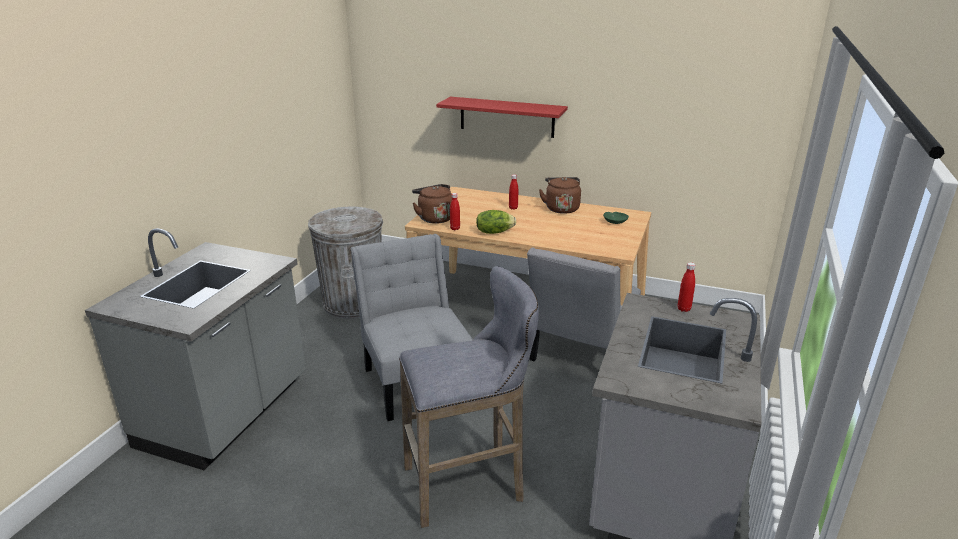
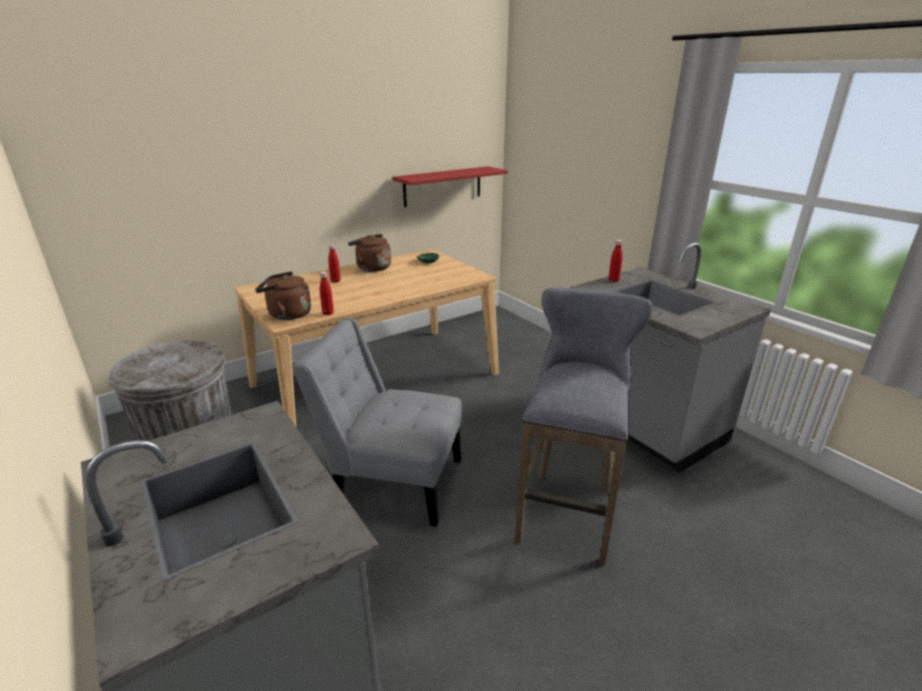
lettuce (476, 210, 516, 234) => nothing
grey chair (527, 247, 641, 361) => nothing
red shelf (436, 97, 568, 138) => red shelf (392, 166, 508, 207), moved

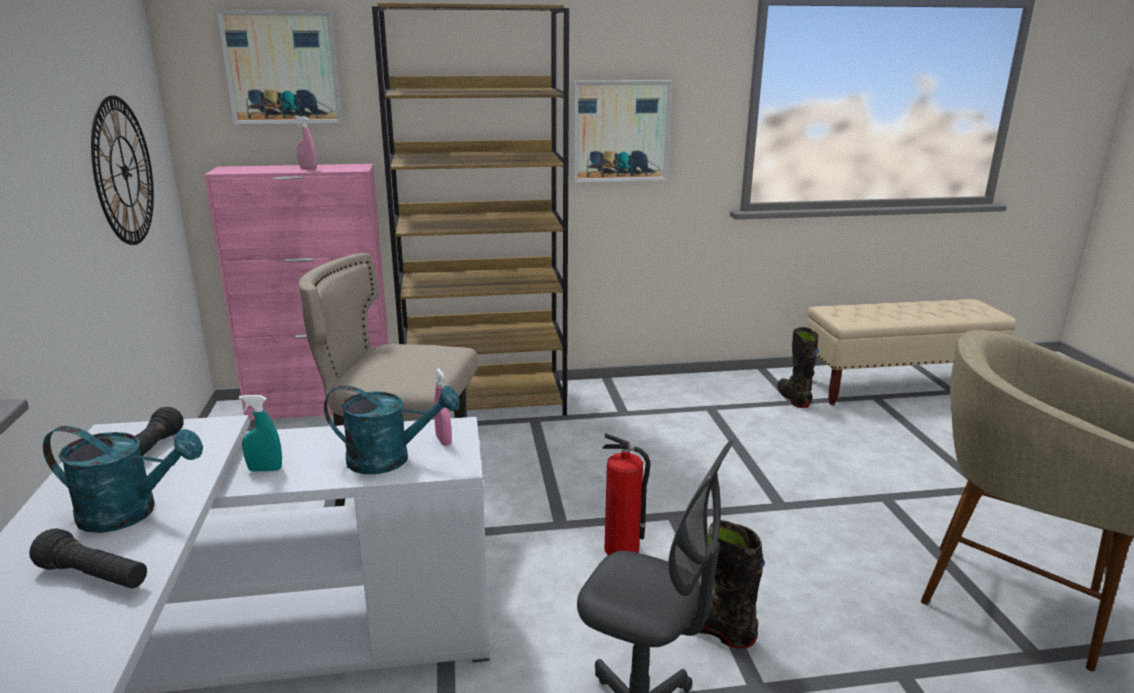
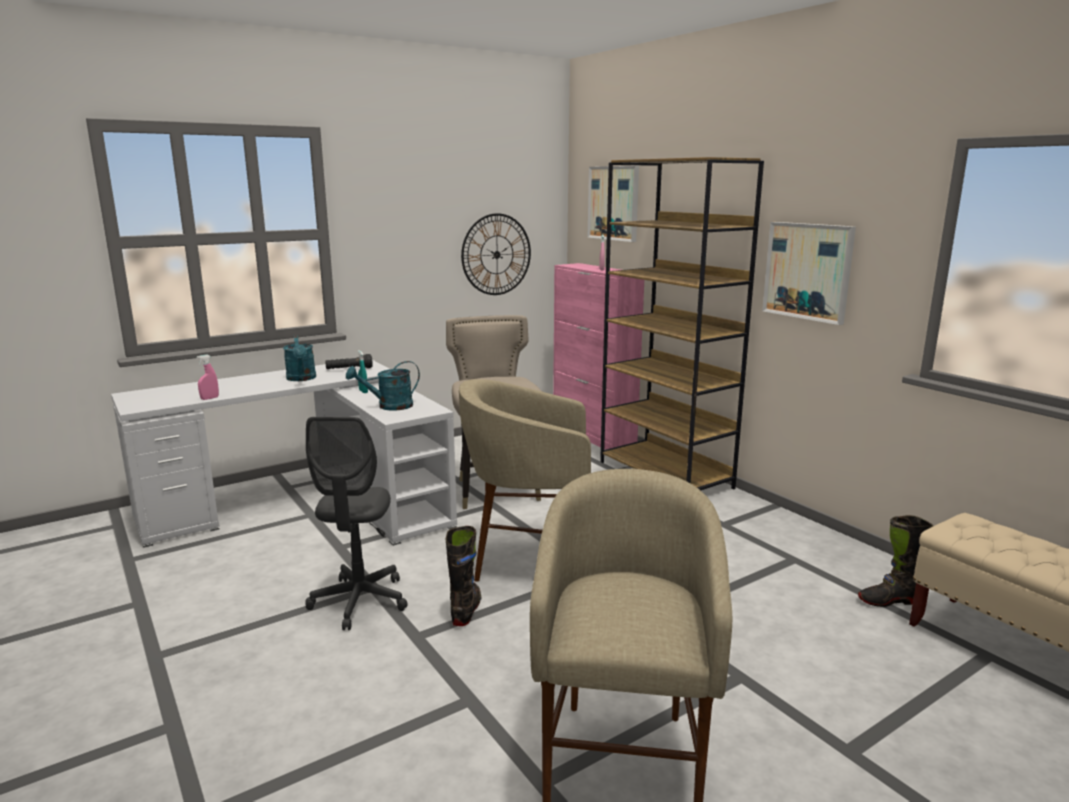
black flashlight (29, 528, 147, 588) => nothing
pink spray bottle (434, 368, 452, 446) => pink spray bottle (196, 355, 219, 400), moved
fire extinguisher (602, 433, 651, 555) => beige stool (459, 379, 591, 582)
turquoise watering can (324, 385, 460, 474) => turquoise watering can (346, 361, 420, 411), 90 degrees clockwise
black boot (777, 327, 819, 408) => black boot (858, 515, 933, 607), 150 degrees counterclockwise

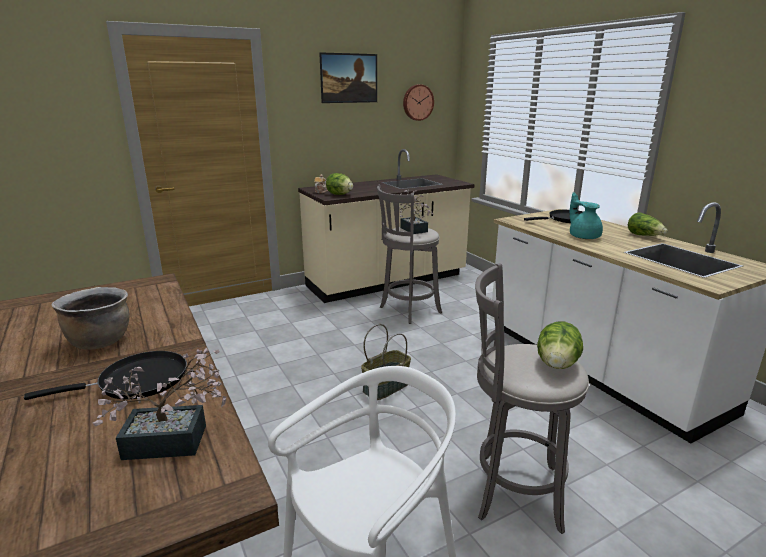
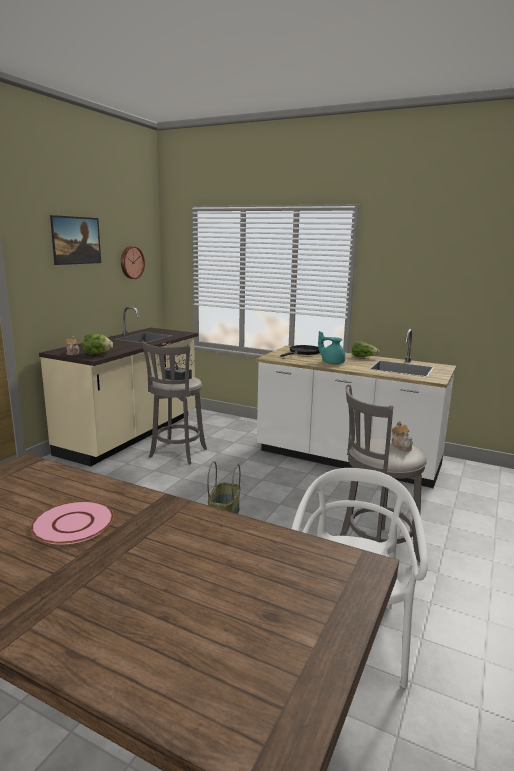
black frying pan (24, 351, 187, 400) => nothing
potted plant (92, 348, 226, 460) => nothing
brown cooking pot (52, 287, 130, 350) => pink plate (31, 501, 114, 545)
lettuce (537, 322, 583, 369) => teapot (392, 421, 413, 451)

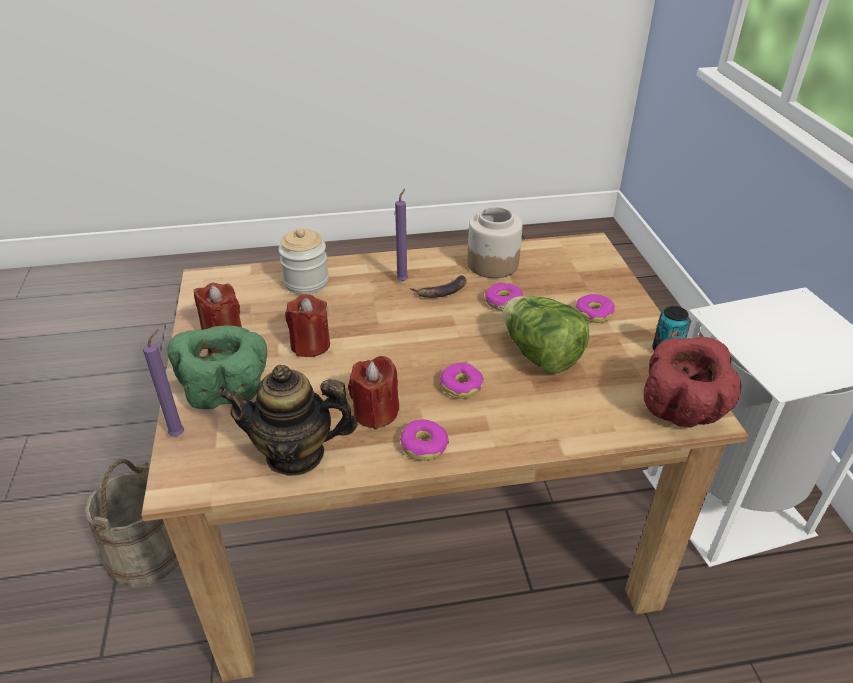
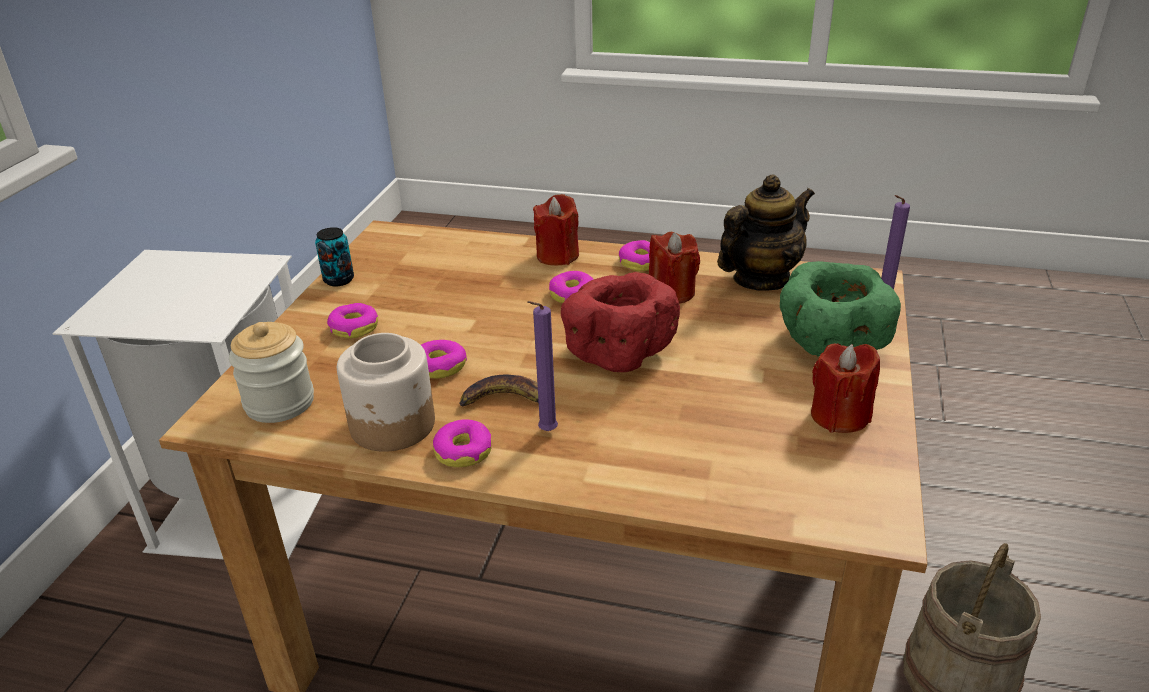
lettuce (502, 296, 589, 374) => nothing
nothing => donut (433, 419, 492, 467)
jar (278, 228, 329, 294) => jar (229, 322, 314, 423), moved
red candle (285, 294, 330, 357) => red candle (533, 194, 579, 266), moved
red bowl (644, 337, 741, 428) => red bowl (561, 272, 680, 372), moved
teapot (219, 365, 358, 476) => teapot (717, 174, 815, 291), 60 degrees counterclockwise

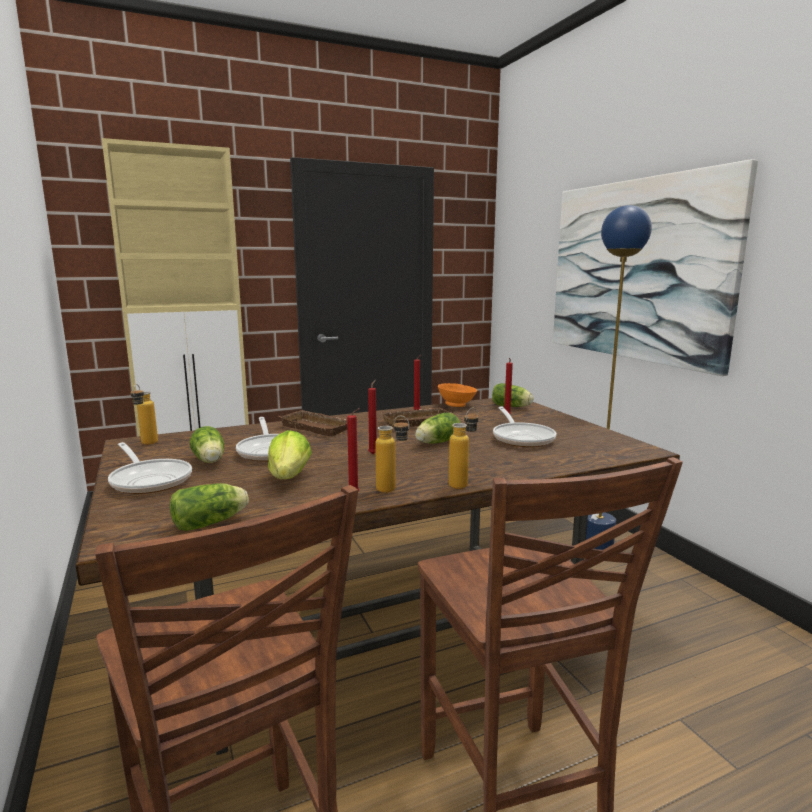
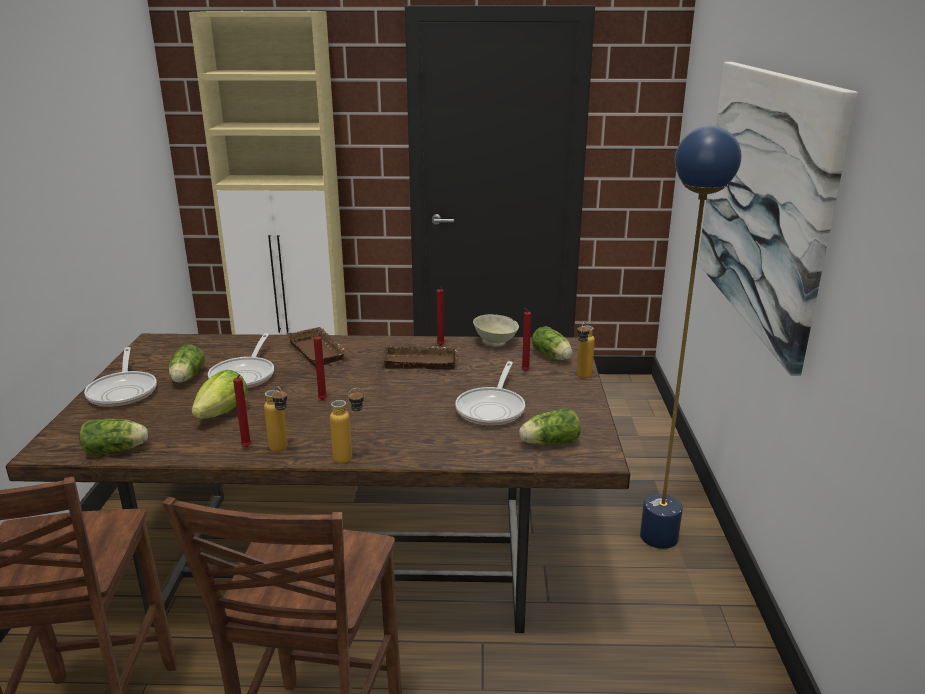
bottle (130, 384, 158, 445) => bottle (576, 321, 595, 378), moved
lettuce (415, 412, 460, 444) => lettuce (519, 409, 581, 445), moved
orange bowl (438, 383, 477, 407) => beige bowl (473, 314, 519, 347)

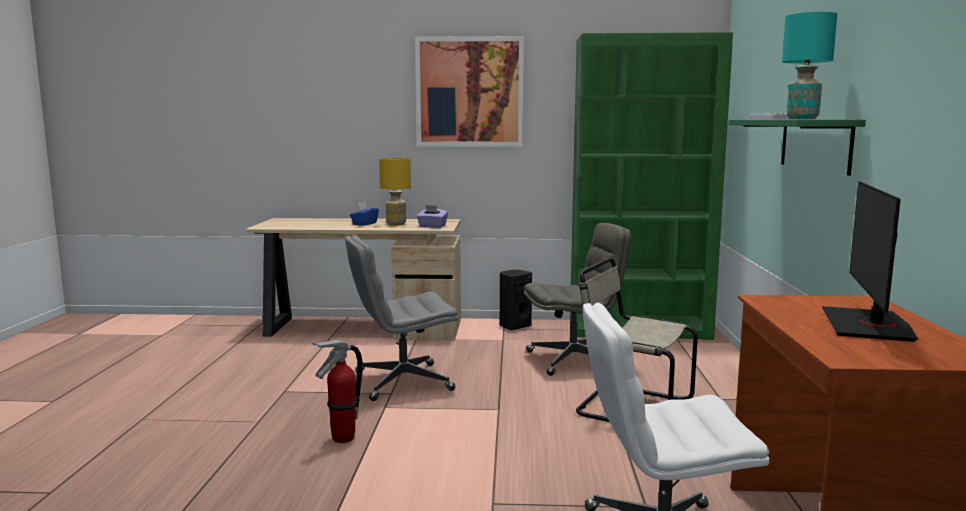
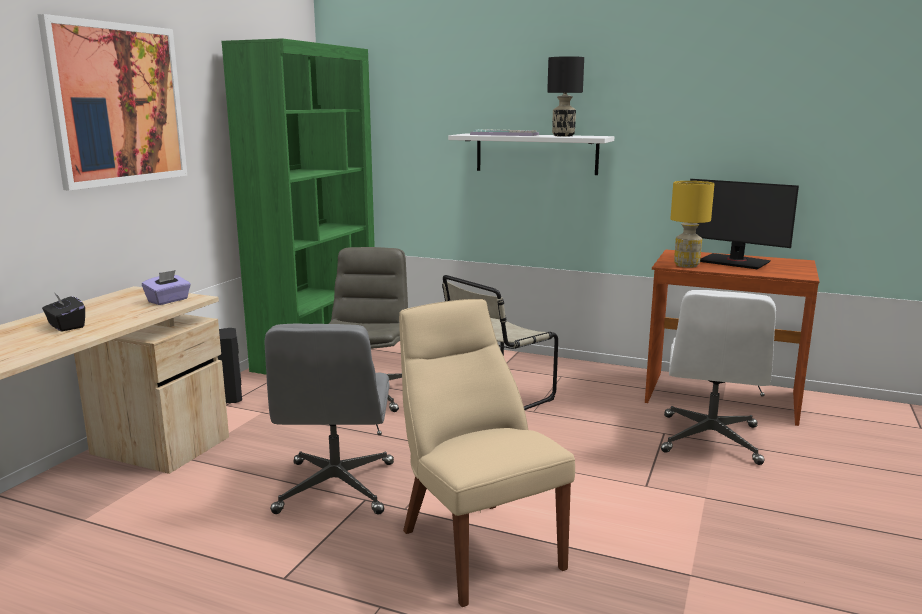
yellow table lamp (379, 158, 411, 226) => yellow table lamp (670, 181, 715, 268), moved
fire extinguisher (312, 340, 363, 443) => beige chair (399, 299, 575, 607)
blue tissue box (350, 202, 379, 226) => black tissue box (42, 291, 85, 331)
green shelf (728, 120, 866, 176) => white shelf (448, 134, 614, 175)
turquoise table lamp (782, 12, 837, 119) => black table lamp (547, 56, 584, 137)

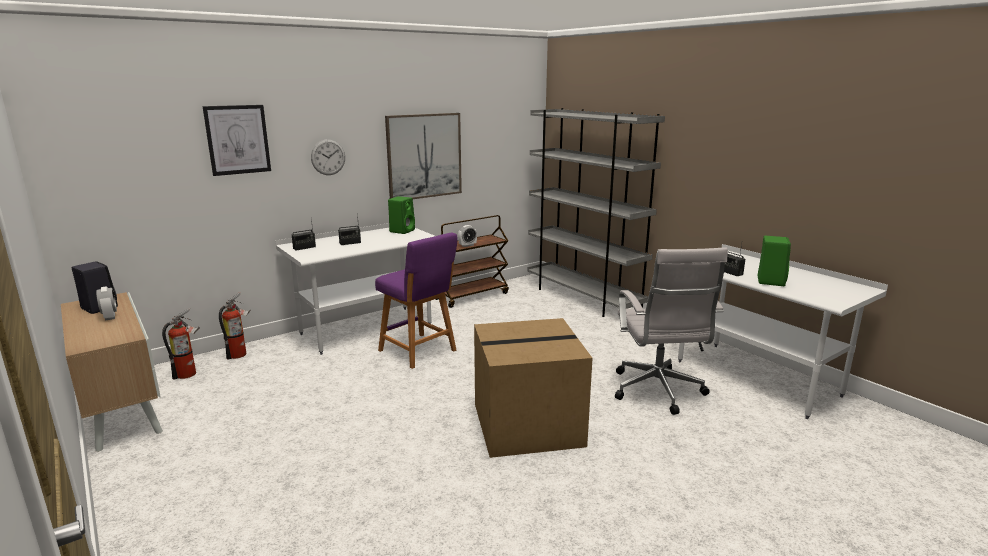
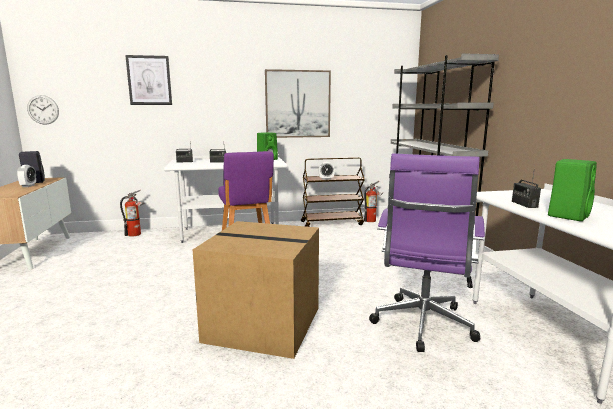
fire extinguisher (162, 308, 200, 380) => fire extinguisher (364, 181, 383, 222), moved
wall clock (311, 139, 345, 175) => wall clock (27, 95, 59, 125), moved
white office chair (615, 248, 728, 415) => purple office chair (369, 153, 485, 352)

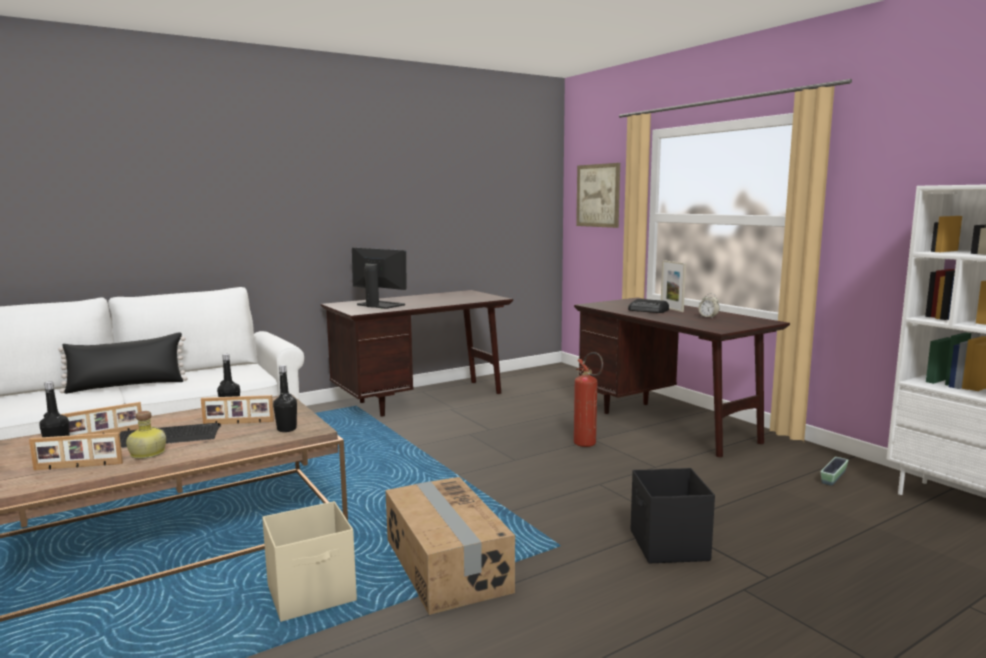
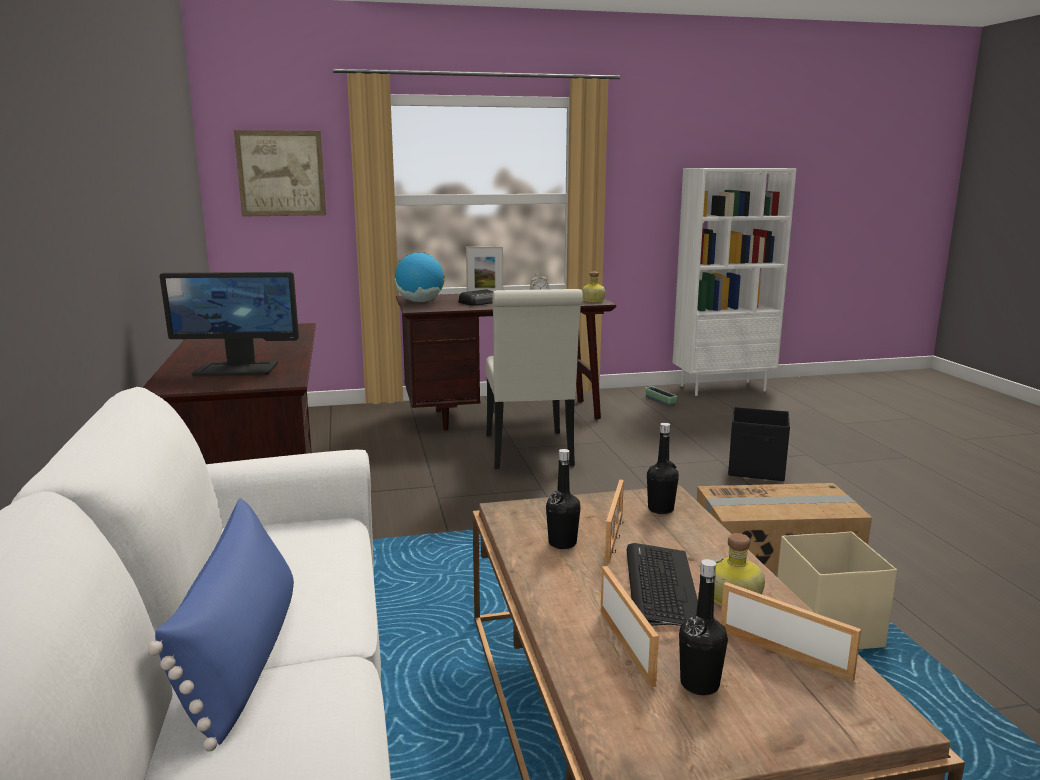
nothing => globe (395, 252, 445, 302)
nothing => bottle (582, 272, 606, 302)
fire extinguisher (574, 352, 603, 447) => white chair (486, 289, 583, 469)
black pillow (58, 332, 188, 394) => blue pillow (148, 498, 294, 752)
picture frame (29, 432, 123, 470) => picture frame (721, 582, 861, 682), 60 degrees counterclockwise
monitor (352, 248, 406, 309) => monitor (160, 272, 299, 376), 150 degrees counterclockwise

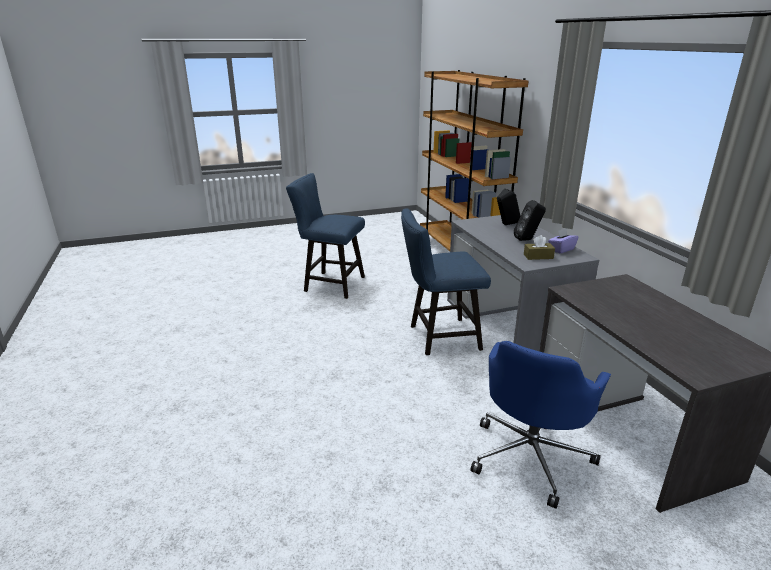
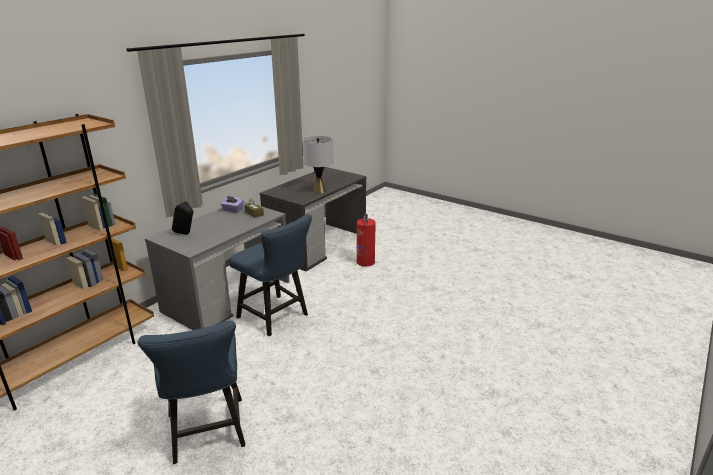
black speaker (514, 200, 546, 241) => nothing
nothing => grey table lamp (303, 136, 334, 194)
blue office chair (470, 341, 611, 509) => fire extinguisher (356, 213, 376, 267)

